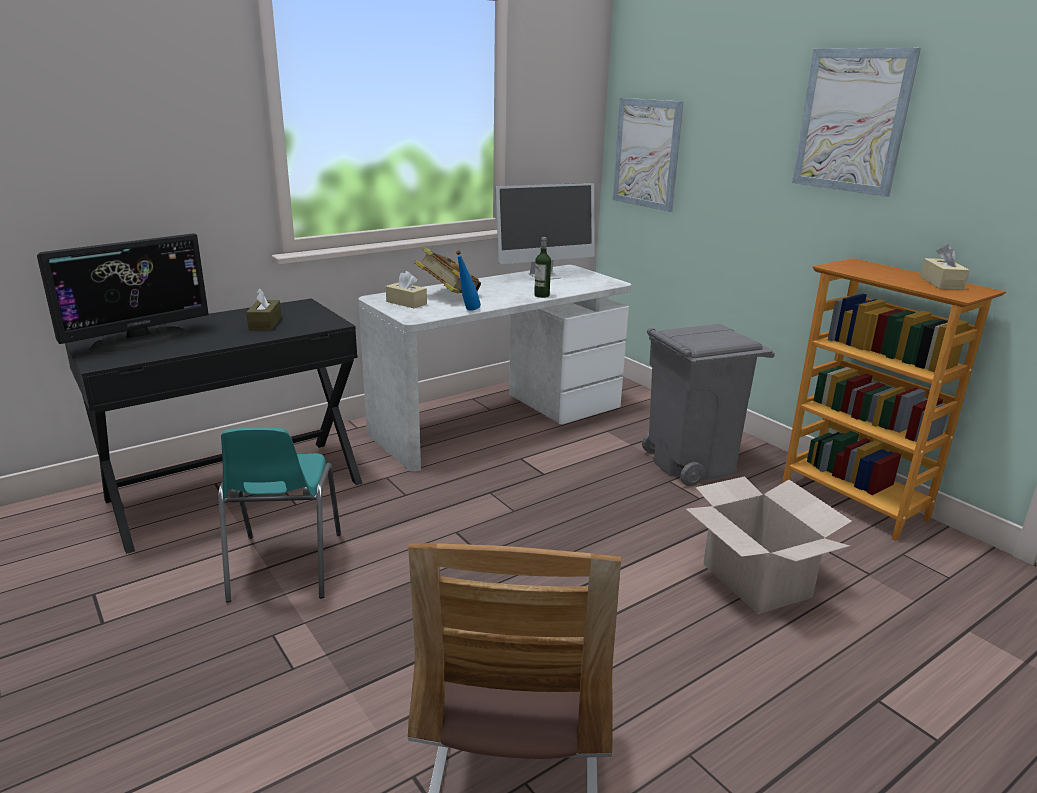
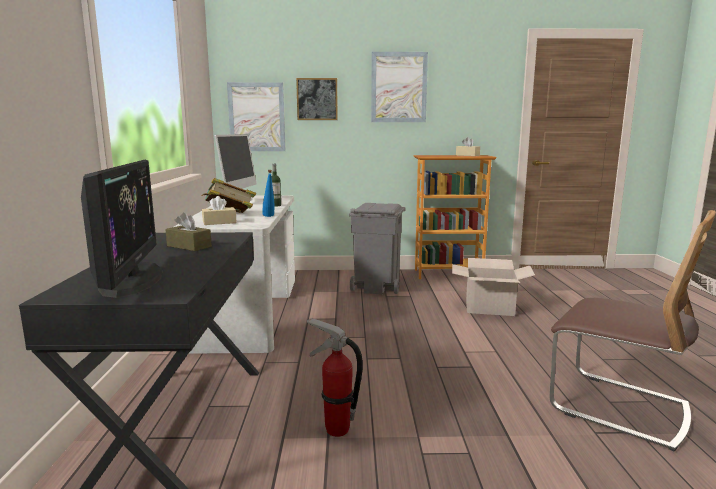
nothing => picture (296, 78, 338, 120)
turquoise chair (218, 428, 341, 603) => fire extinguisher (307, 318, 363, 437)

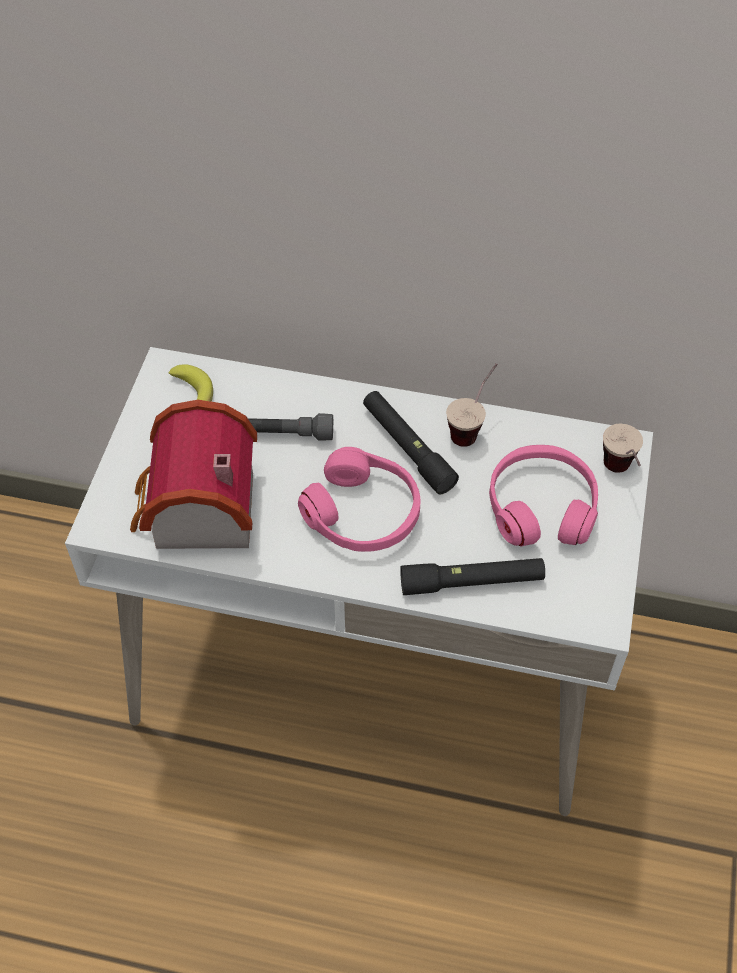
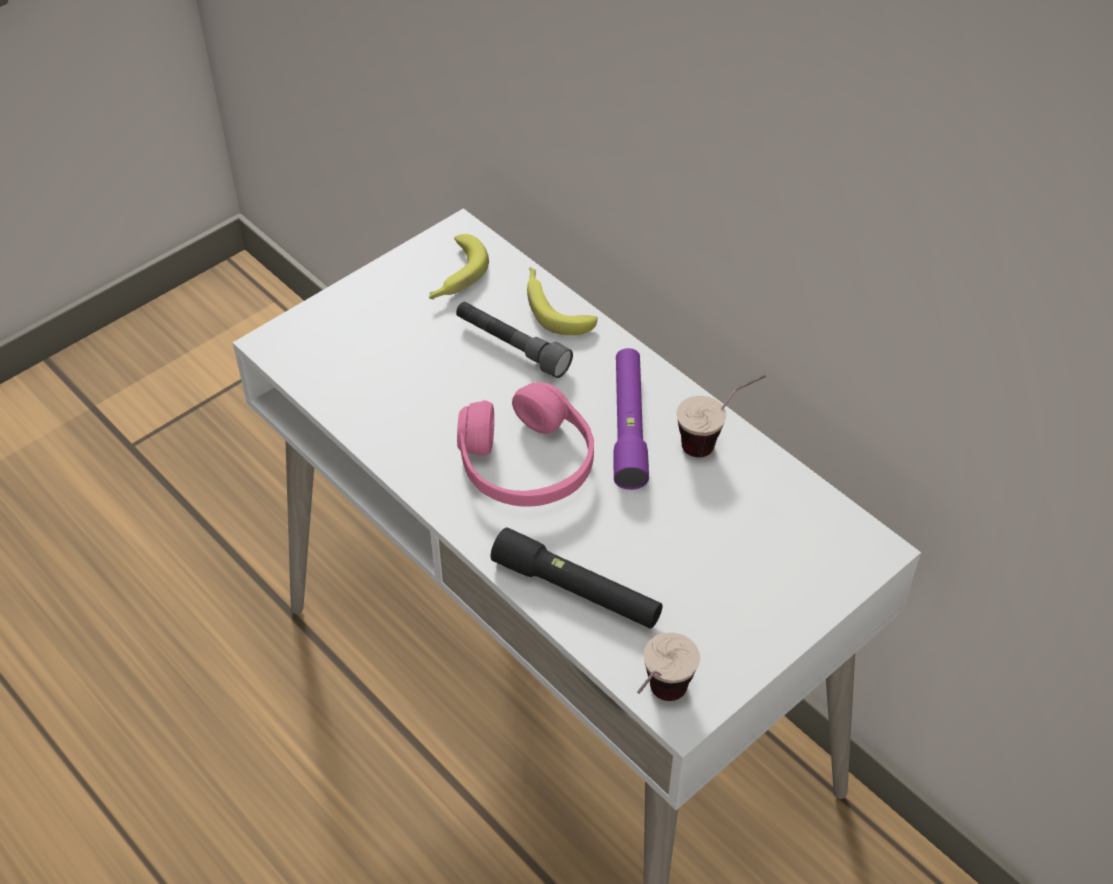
toy house (130, 400, 257, 549) => nothing
pink headphones (489, 445, 598, 546) => nothing
nothing => banana (527, 267, 598, 335)
cup (603, 424, 643, 473) => cup (637, 632, 700, 701), moved
black flashlight (363, 391, 459, 494) => purple flashlight (613, 348, 649, 490)

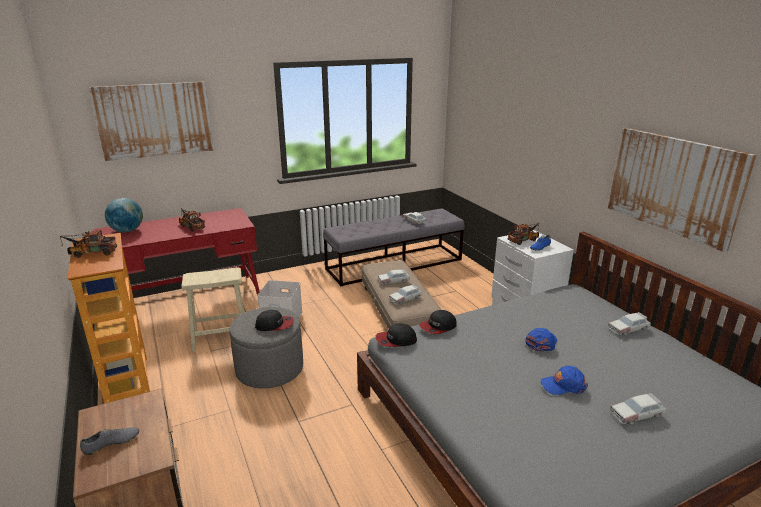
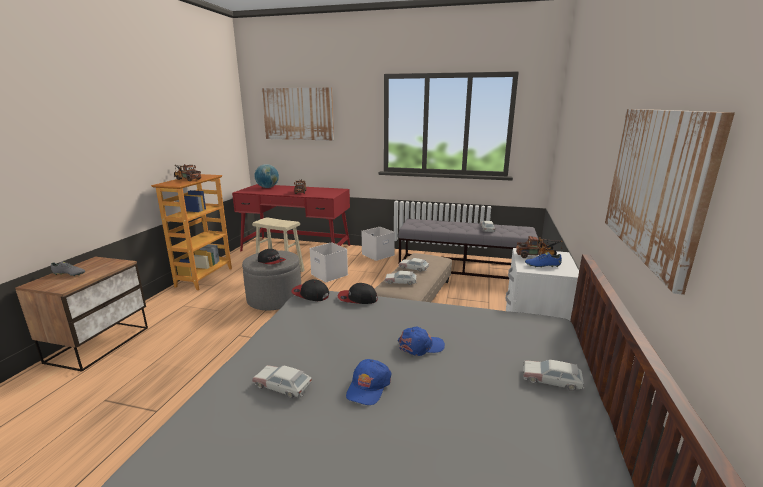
nothing => white storage box (361, 227, 395, 261)
toy car (610, 393, 666, 425) => toy car (252, 365, 312, 398), moved
blue cap (541, 366, 588, 395) => blue cap (346, 359, 392, 405), 105 degrees counterclockwise

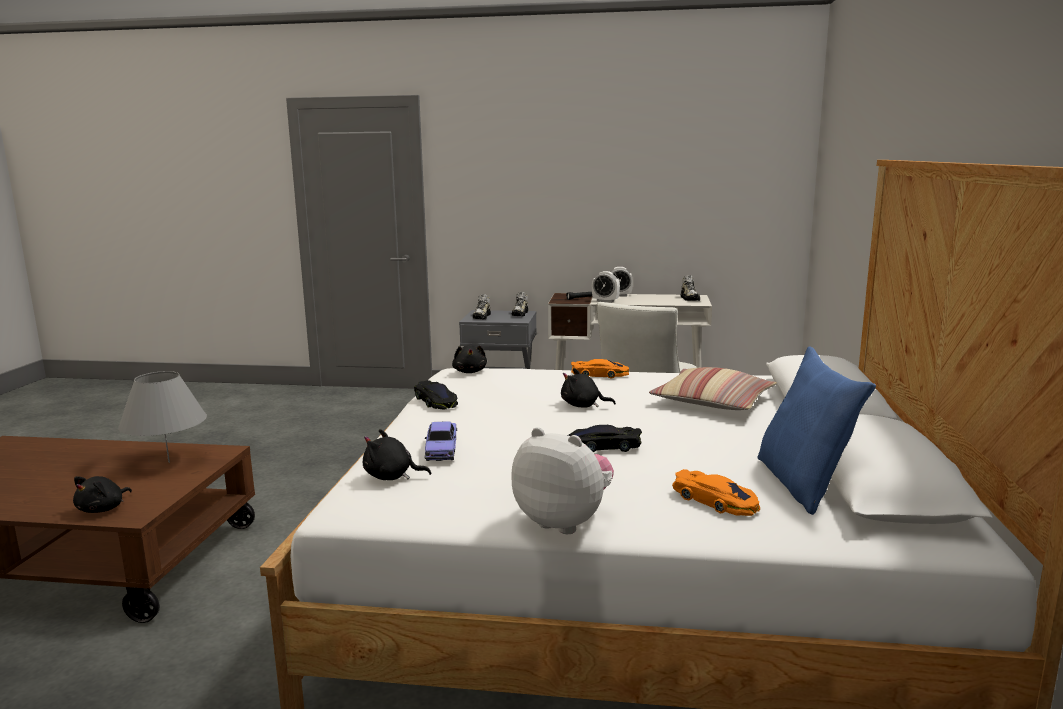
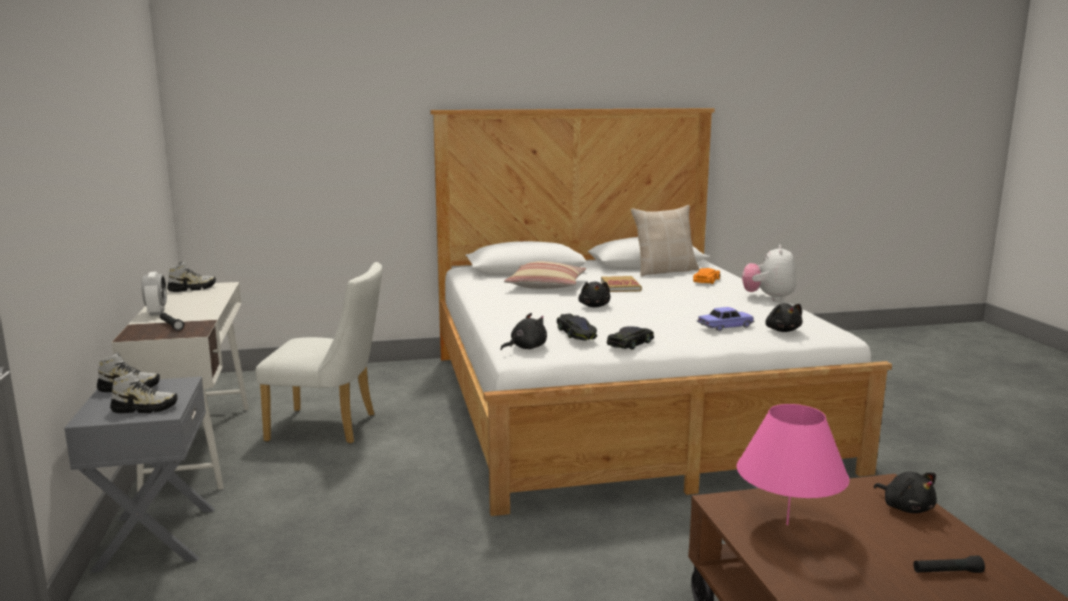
orange toy car (571, 359, 629, 379) => nothing
alarm clock (592, 271, 620, 303) => nothing
nothing => book (601, 276, 642, 292)
nothing => black flashlight (913, 556, 985, 573)
black toy car (568, 425, 642, 452) => black toy car (557, 314, 597, 340), moved
grey table lamp (118, 371, 207, 463) => pink table lamp (737, 404, 849, 525)
blue pillow (757, 347, 876, 515) => beige pillow (631, 205, 699, 277)
black plush toy (73, 476, 132, 513) => black plush toy (874, 472, 937, 513), 60 degrees clockwise

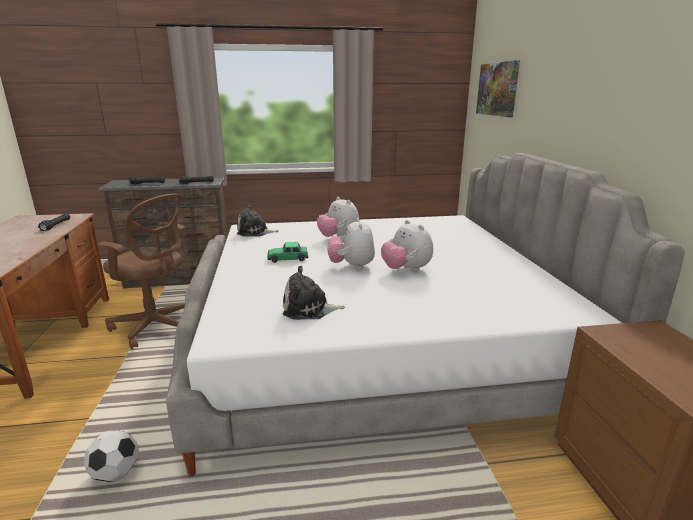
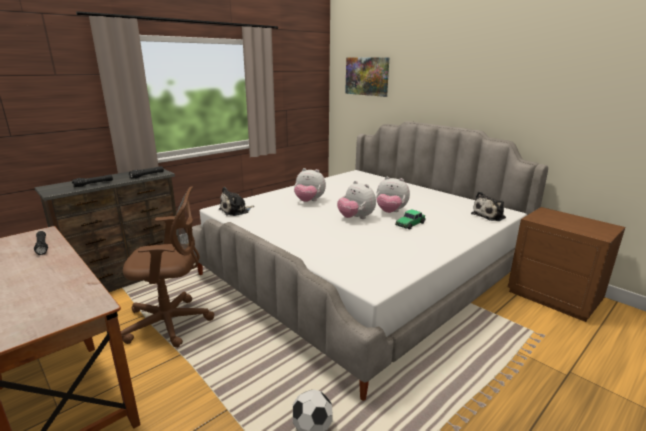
toy car (267, 242, 308, 263) => toy car (395, 209, 426, 230), moved
plush toy (283, 266, 345, 320) => plush toy (471, 191, 506, 221), moved

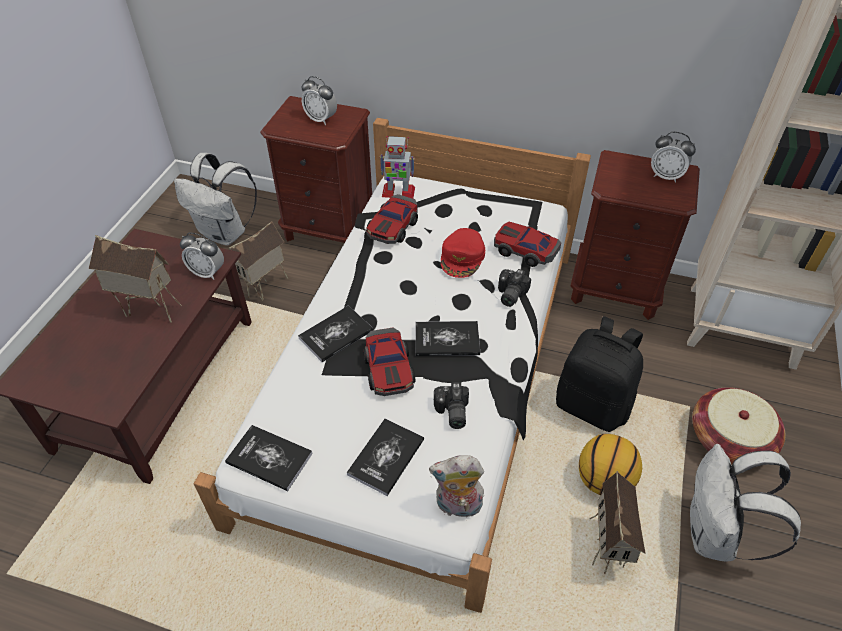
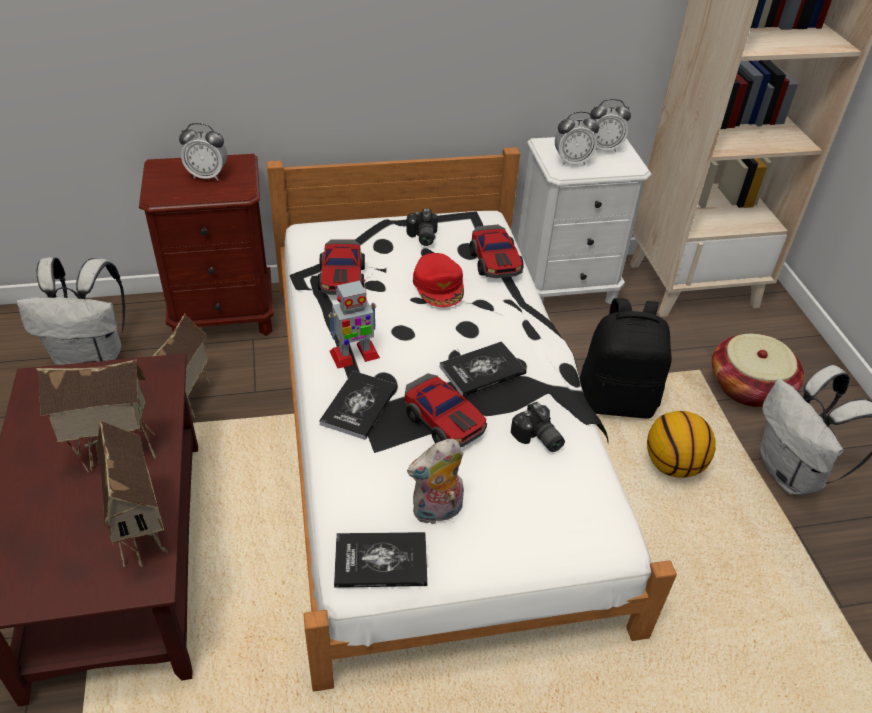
book (347, 419, 424, 496) => nothing
alarm clock (180, 233, 224, 280) => alarm clock (555, 111, 599, 166), moved
toy robot (380, 136, 415, 198) => toy robot (328, 279, 380, 369), moved
plush toy (429, 455, 484, 518) => plush toy (407, 439, 464, 524), moved
photo camera (498, 269, 531, 307) => photo camera (406, 208, 438, 246), moved
toy house (589, 471, 646, 574) => toy house (96, 420, 168, 570), moved
brown nightstand (570, 150, 700, 320) => white nightstand (517, 137, 651, 304)
toy car (494, 222, 561, 267) => toy car (470, 225, 524, 278), 105 degrees counterclockwise

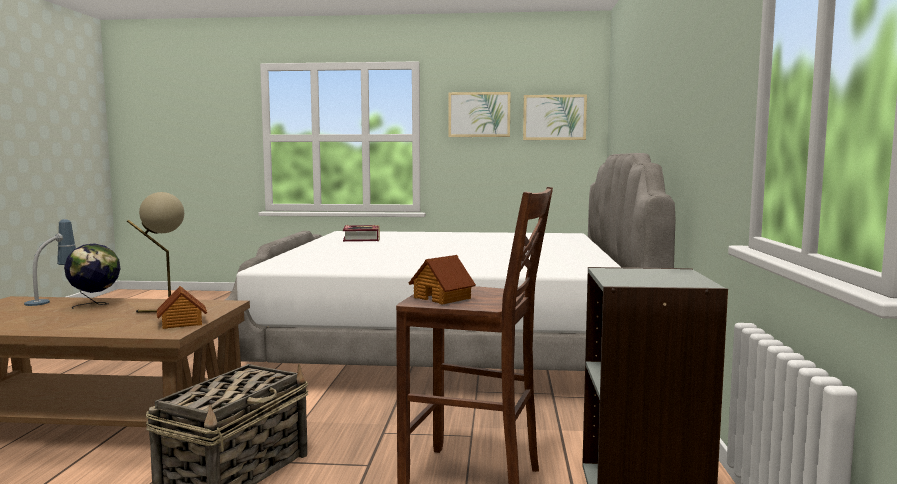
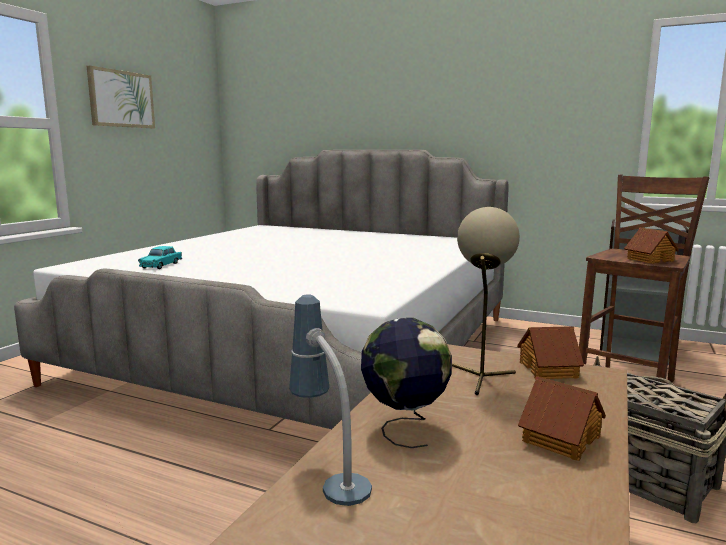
picture (523, 95, 587, 140) => nothing
nothing => toy house (518, 376, 606, 461)
book (343, 225, 380, 242) => turquoise toy car (138, 246, 182, 269)

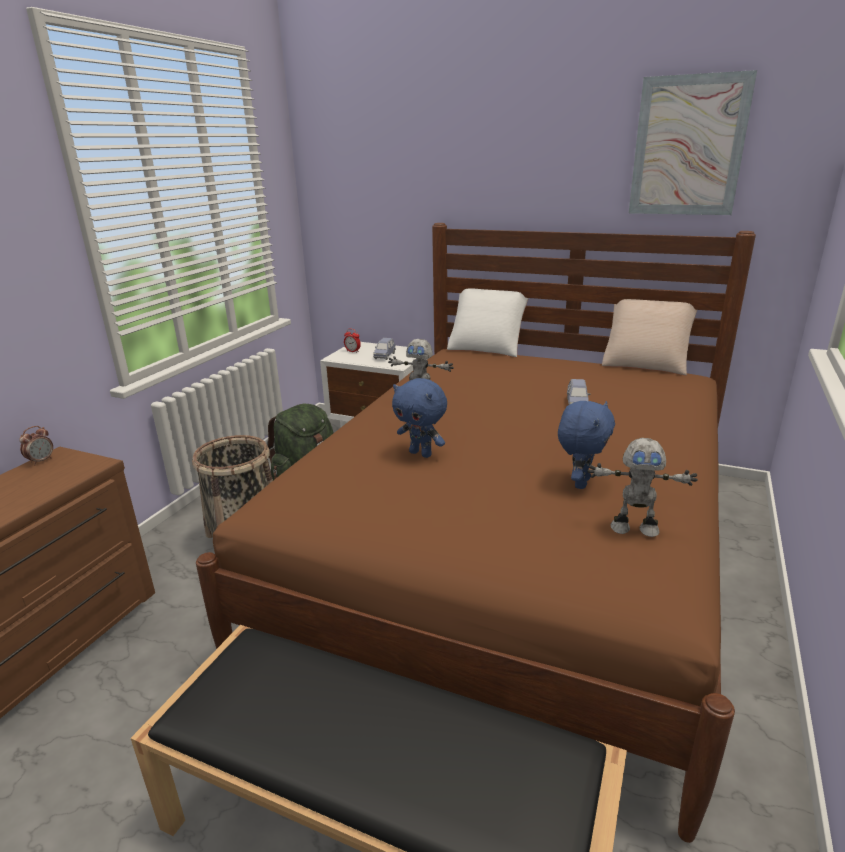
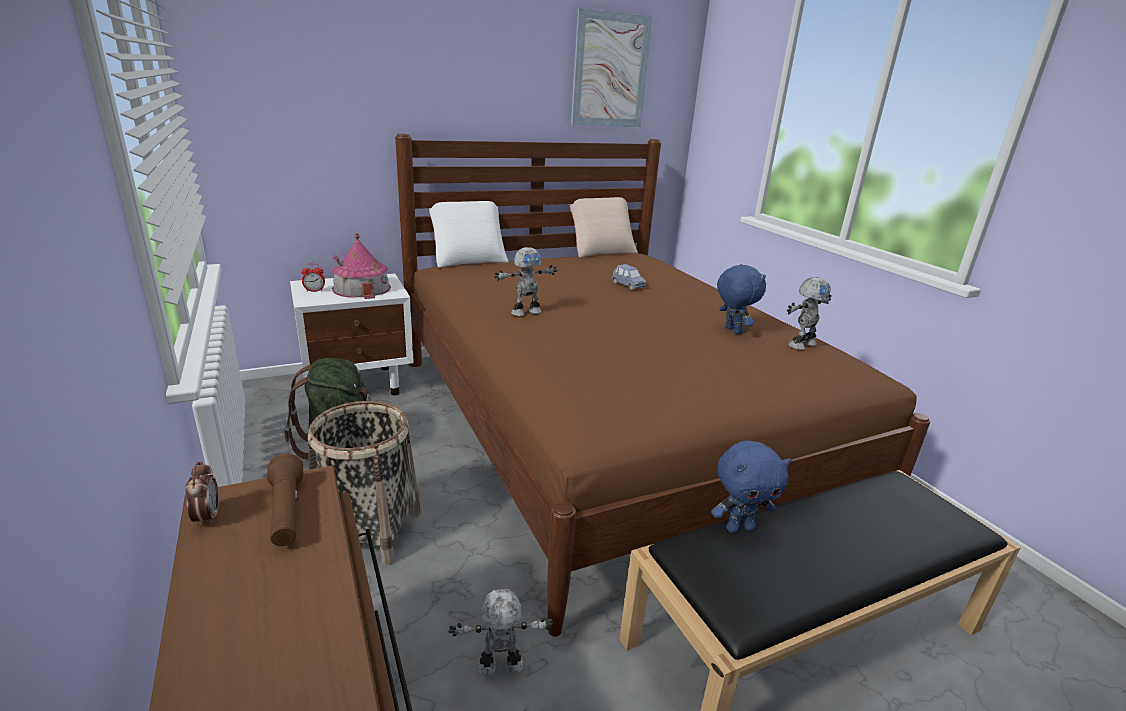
nothing => brown flashlight (267, 454, 303, 546)
nothing => toy robot (448, 589, 553, 676)
blue plush toy (392, 378, 447, 458) => blue plush toy (711, 440, 791, 533), moved
blue toy car (373, 338, 396, 360) => toy house (332, 233, 391, 299)

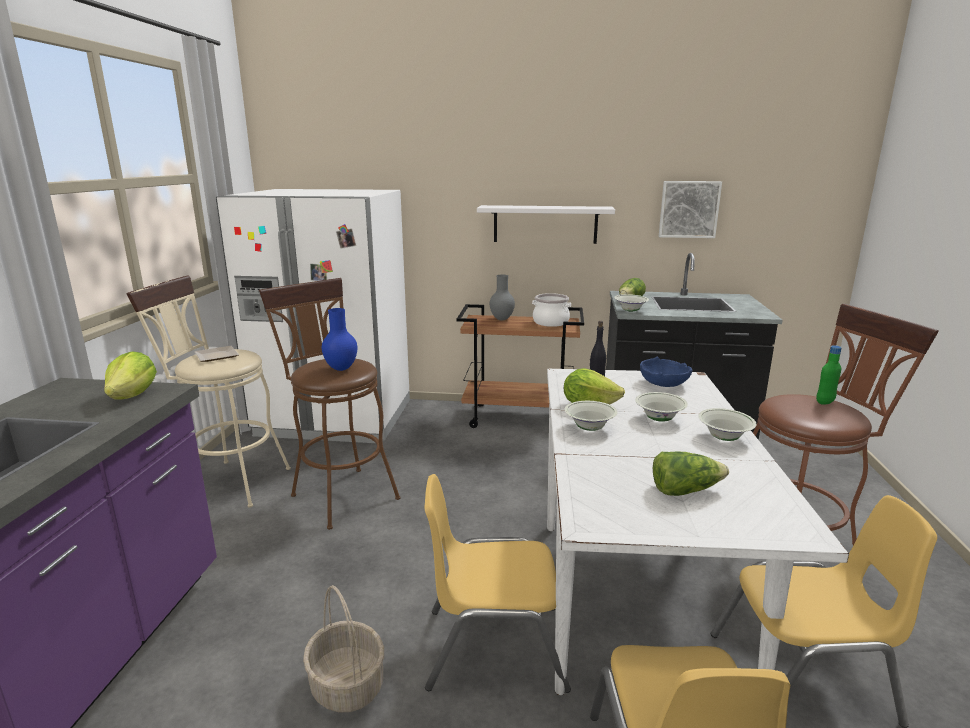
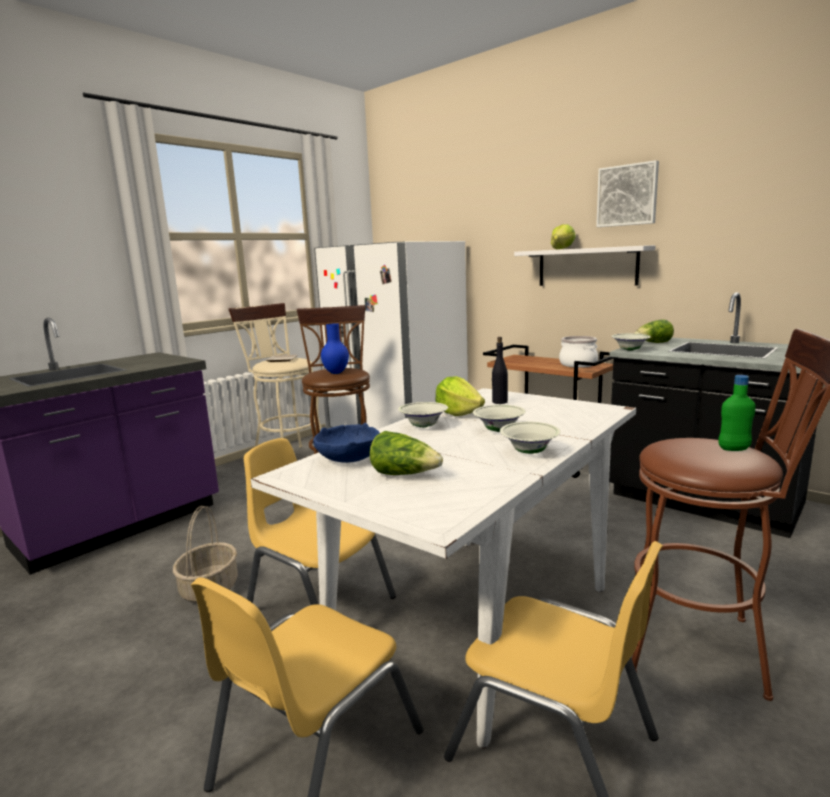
grey vase (490, 275, 515, 320) => nothing
lettuce (104, 351, 157, 400) => lettuce (551, 224, 576, 249), moved
blue bowl (640, 357, 692, 387) => blue bowl (313, 423, 380, 463), moved
picture (659, 181, 722, 238) => picture (596, 160, 659, 227), moved

